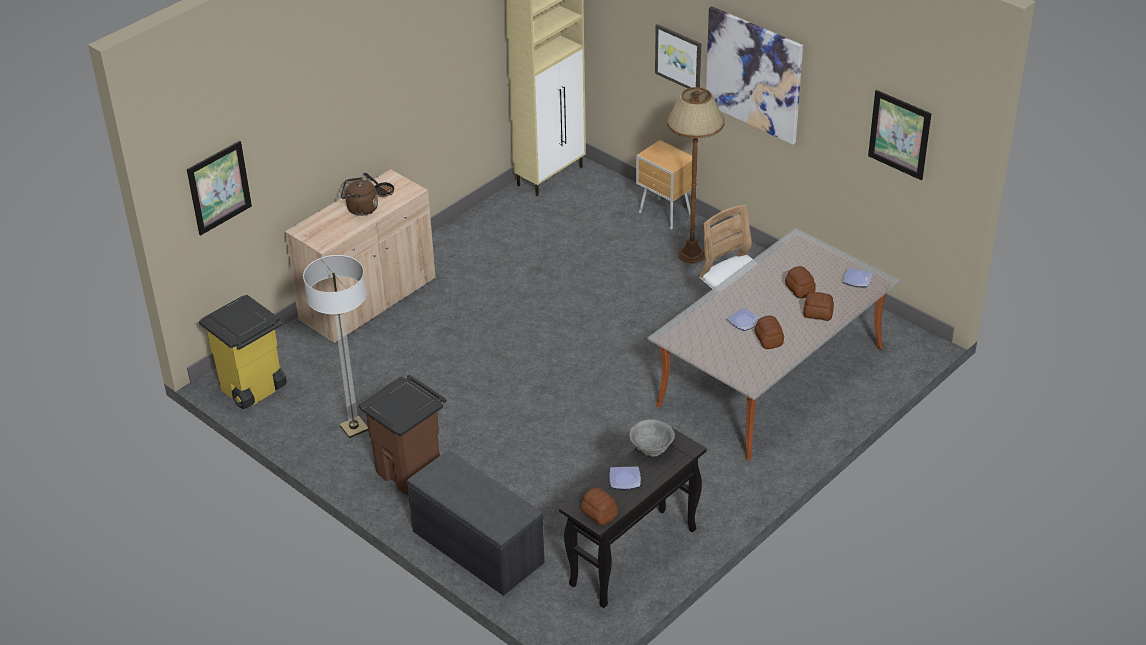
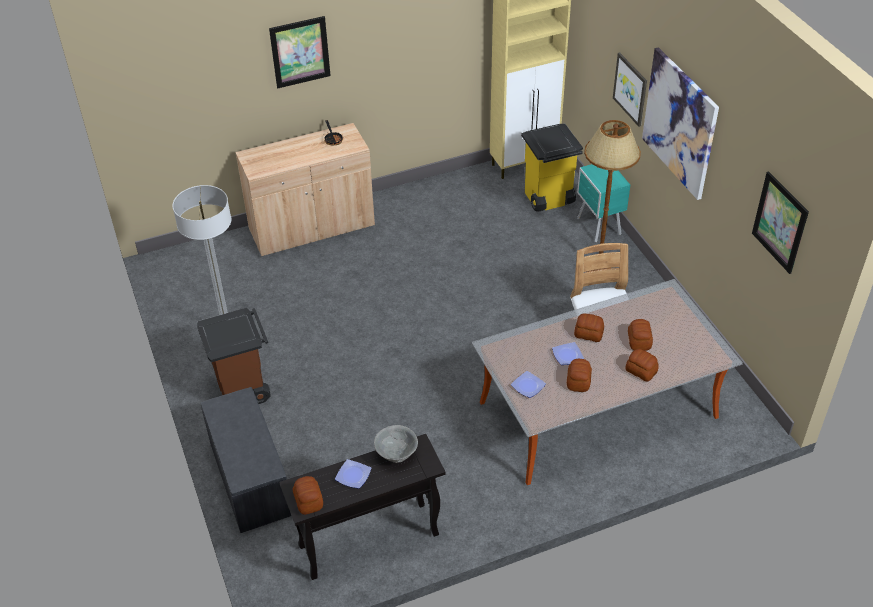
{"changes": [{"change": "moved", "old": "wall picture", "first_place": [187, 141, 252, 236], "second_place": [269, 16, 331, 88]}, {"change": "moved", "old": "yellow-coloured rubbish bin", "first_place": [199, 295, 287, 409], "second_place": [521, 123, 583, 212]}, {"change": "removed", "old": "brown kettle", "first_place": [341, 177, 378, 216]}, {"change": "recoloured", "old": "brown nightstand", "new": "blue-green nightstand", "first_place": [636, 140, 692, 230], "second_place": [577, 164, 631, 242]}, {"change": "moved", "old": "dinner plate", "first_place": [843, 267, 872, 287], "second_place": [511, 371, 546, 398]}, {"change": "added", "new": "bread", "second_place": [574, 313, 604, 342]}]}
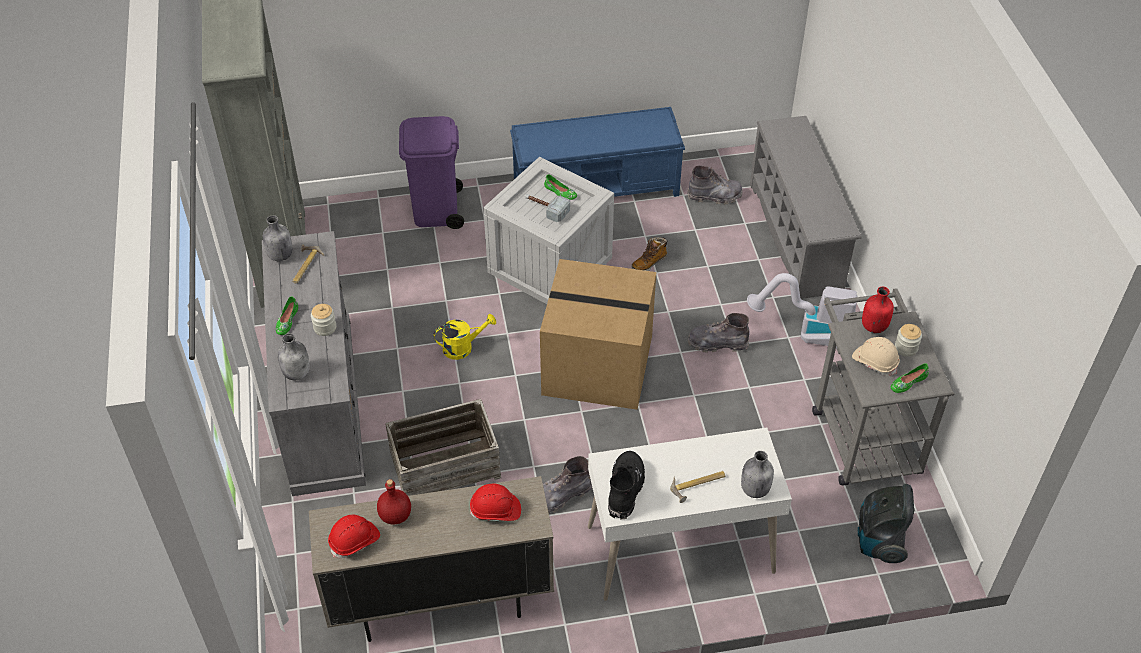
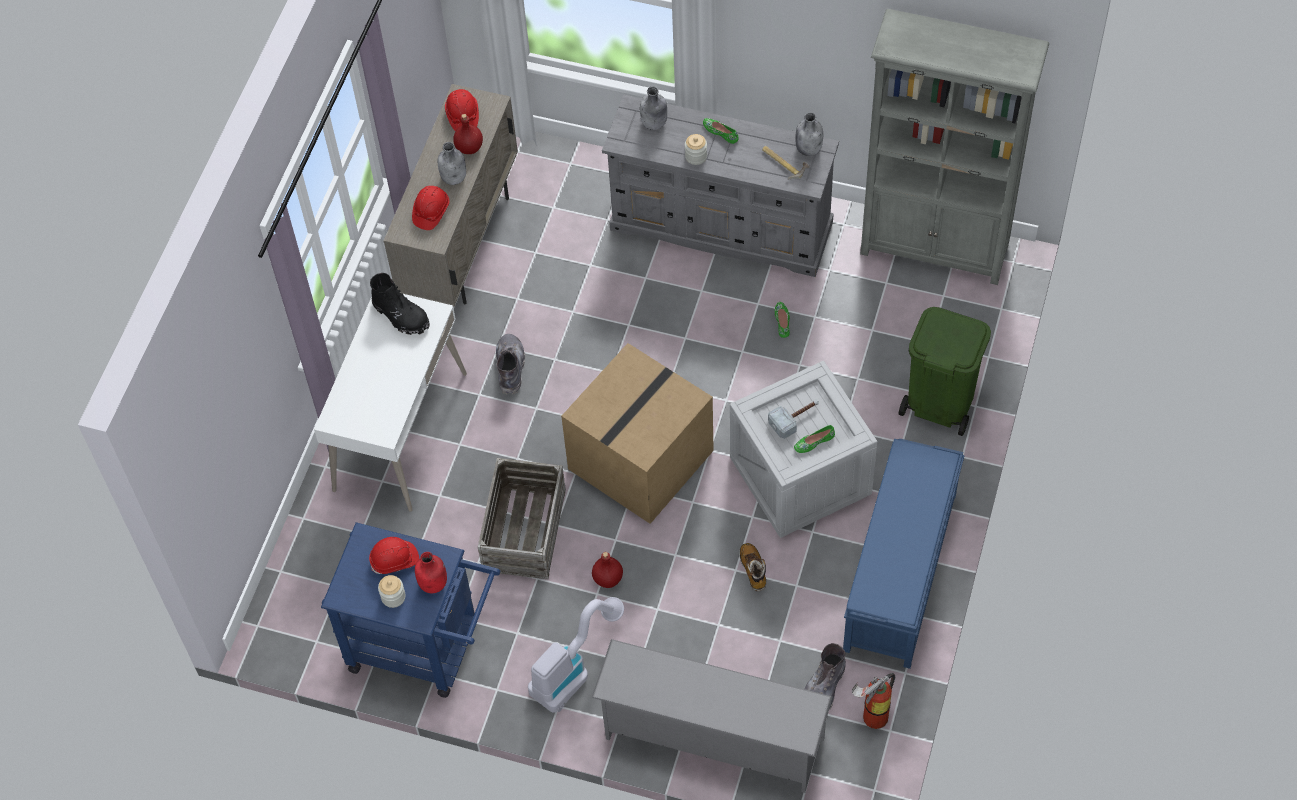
{"changes": [{"change": "moved", "old": "crate", "first_place": [385, 399, 501, 496], "second_place": [478, 458, 566, 579]}, {"change": "recoloured", "old": "purple-coloured rubbish bin", "new": "greenish rubbish bin", "first_place": [399, 116, 464, 229], "second_place": [899, 307, 991, 436]}, {"change": "removed", "old": "yellow-coloured watering can", "first_place": [434, 314, 496, 360]}, {"change": "removed", "old": "hammer", "first_place": [670, 471, 725, 503]}, {"change": "replaced", "old": "gray boot", "new": "red bottle", "first_place": [688, 313, 750, 353], "second_place": [592, 552, 623, 588]}, {"change": "moved", "old": "gray bottle", "first_place": [741, 451, 774, 498], "second_place": [438, 142, 466, 185]}, {"change": "recoloured", "old": "gray wheeled cart", "new": "blue wheeled cart", "first_place": [812, 288, 954, 486], "second_place": [321, 522, 500, 698]}, {"change": "recoloured", "old": "sand-coloured work helmet", "new": "red work helmet", "first_place": [852, 337, 900, 376], "second_place": [369, 537, 419, 574]}, {"change": "removed", "old": "vacuum", "first_place": [858, 484, 914, 563]}, {"change": "moved", "old": "greenish shoe", "first_place": [891, 363, 929, 393], "second_place": [775, 302, 790, 338]}, {"change": "added", "new": "extinguisher", "second_place": [852, 673, 895, 729]}]}
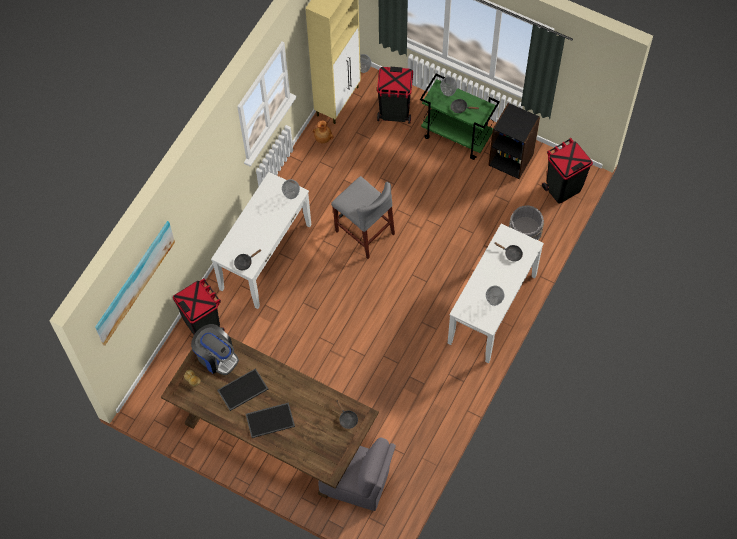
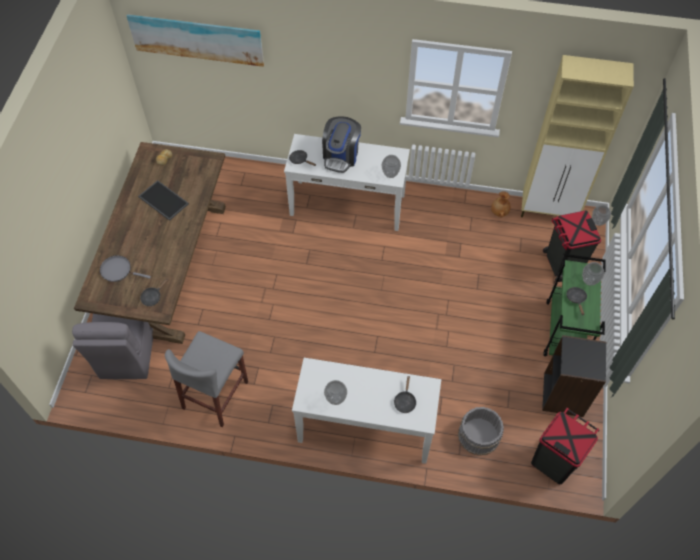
{"changes": [{"change": "removed", "old": "black rubbish bin", "first_place": [173, 278, 225, 335]}, {"change": "moved", "old": "coffee machine", "first_place": [191, 324, 239, 375], "second_place": [322, 116, 361, 173]}, {"change": "removed", "old": "serving tray", "first_place": [246, 403, 295, 438]}, {"change": "moved", "old": "gray stool", "first_place": [331, 176, 395, 259], "second_place": [165, 331, 248, 427]}, {"change": "added", "new": "gray pan", "second_place": [100, 255, 151, 282]}]}
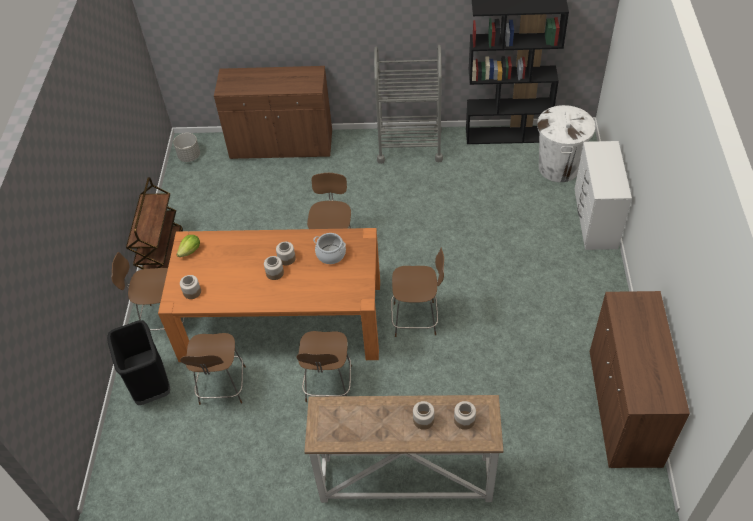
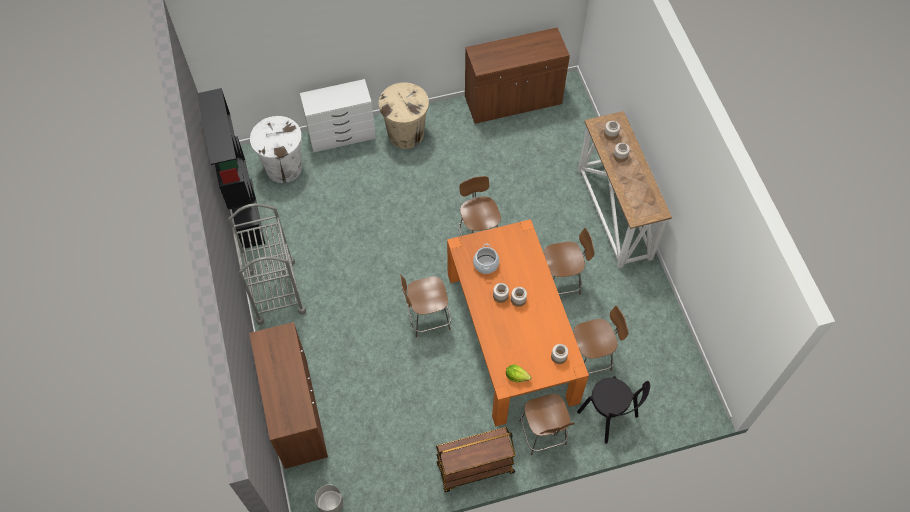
{"changes": [{"change": "replaced", "old": "black rubbish bin", "new": "black chair", "first_place": [107, 320, 170, 405], "second_place": [577, 376, 650, 444]}, {"change": "added", "new": "sand-coloured rubbish bin", "second_place": [379, 82, 429, 149]}]}
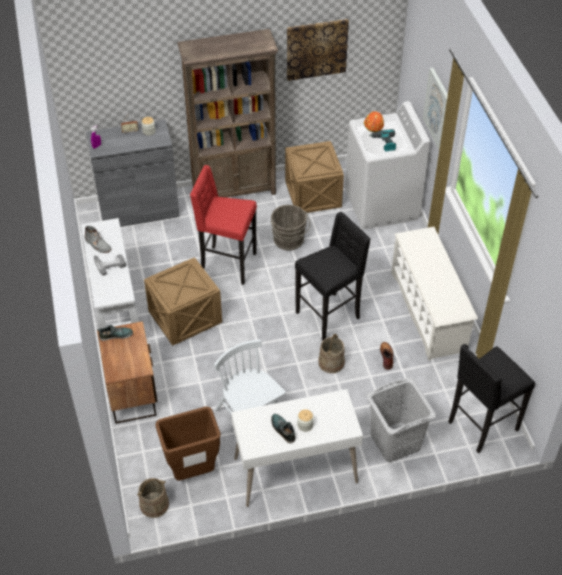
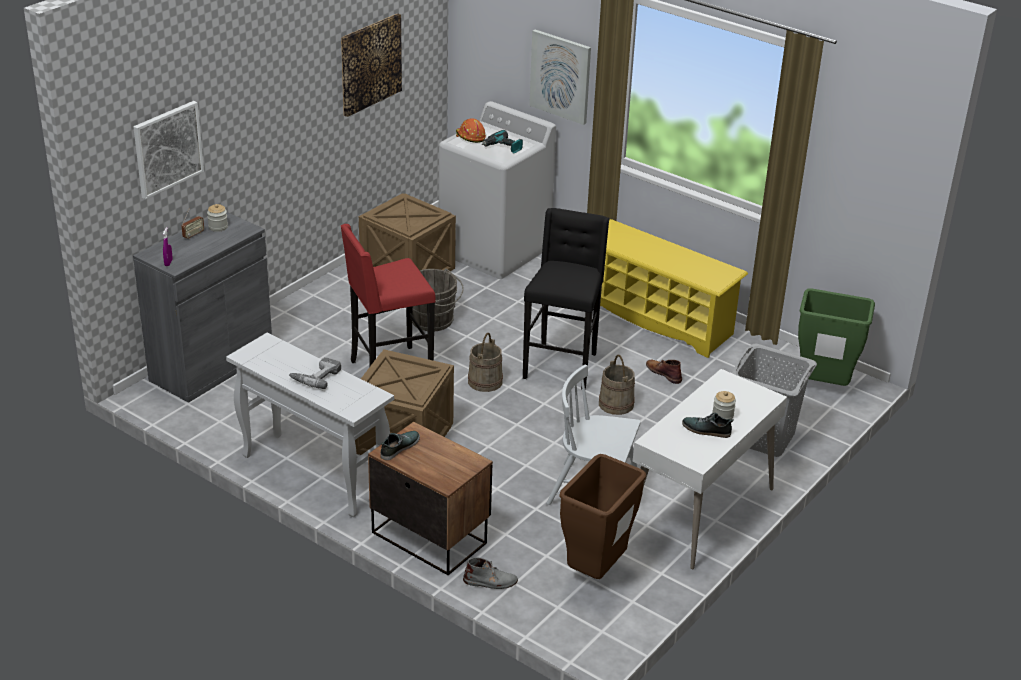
{"changes": [{"change": "moved", "old": "gray boot", "first_place": [84, 226, 111, 253], "second_place": [463, 557, 518, 589]}, {"change": "moved", "old": "sand-coloured pail", "first_place": [137, 478, 169, 518], "second_place": [468, 333, 503, 392]}, {"change": "removed", "old": "brown bookcase", "first_place": [177, 29, 278, 198]}, {"change": "recoloured", "old": "white-coloured shoe rack", "new": "yellow-coloured shoe rack", "first_place": [391, 227, 478, 361], "second_place": [600, 219, 748, 358]}, {"change": "replaced", "old": "black stool", "new": "greenish rubbish bin", "first_place": [448, 344, 535, 453], "second_place": [798, 288, 875, 386]}, {"change": "added", "new": "wall picture", "second_place": [133, 101, 204, 199]}]}
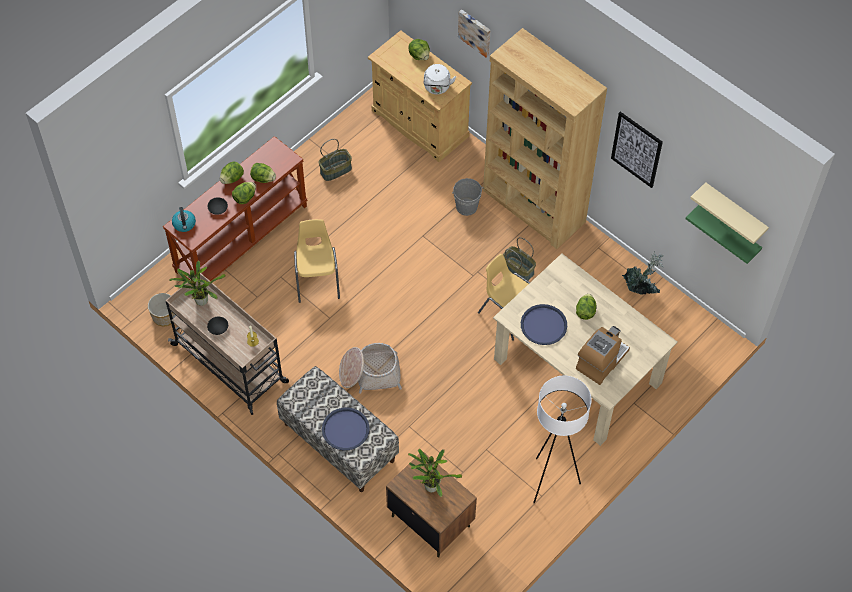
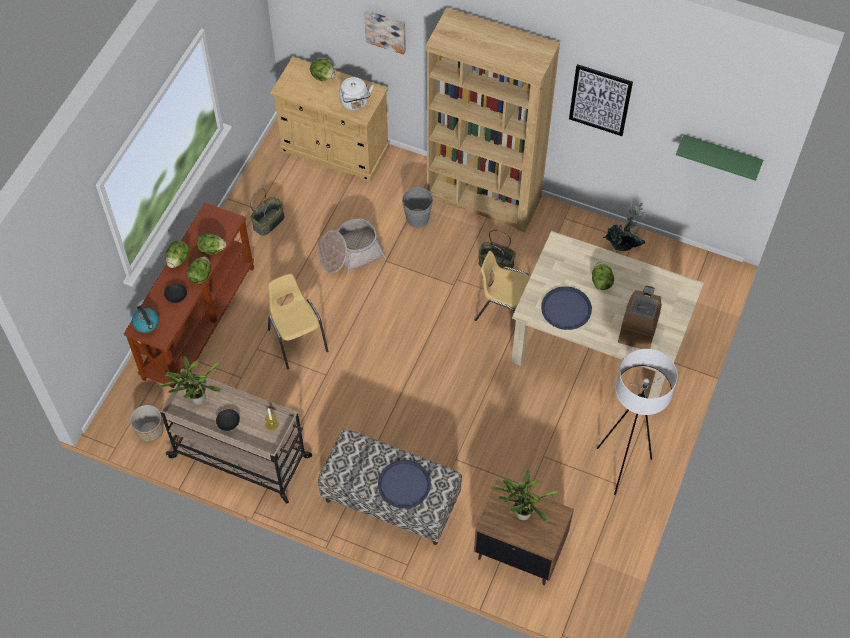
{"changes": [{"change": "moved", "old": "household basket", "first_place": [339, 343, 402, 394], "second_place": [318, 218, 387, 275]}, {"change": "removed", "old": "sand-coloured shelf", "first_place": [690, 182, 769, 244]}]}
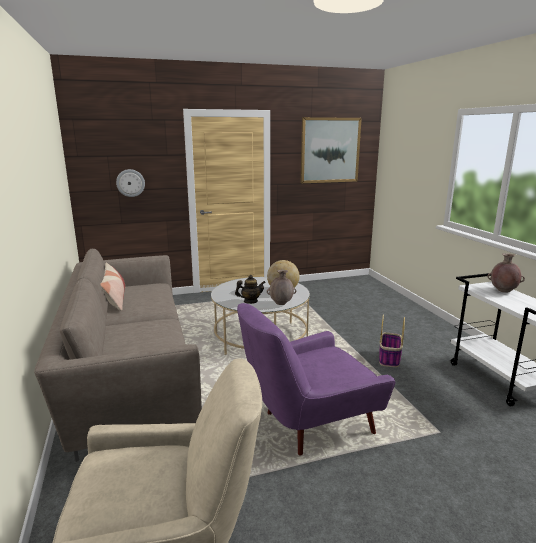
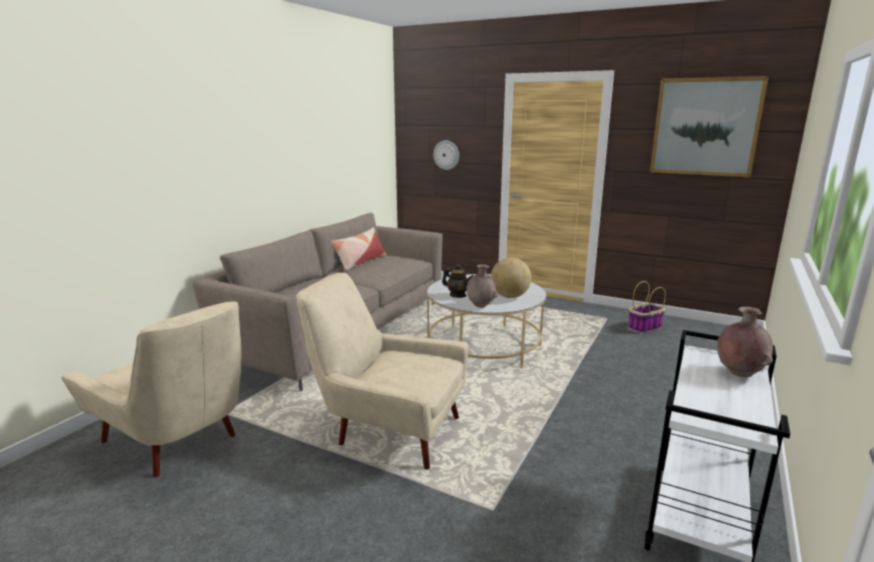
{"changes": [{"change": "recoloured", "old": "purple-coloured easy chair", "new": "sand-coloured easy chair", "first_place": [237, 303, 396, 456], "second_place": [296, 273, 468, 470]}, {"change": "moved", "old": "household basket", "first_place": [379, 315, 405, 367], "second_place": [627, 281, 666, 333]}]}
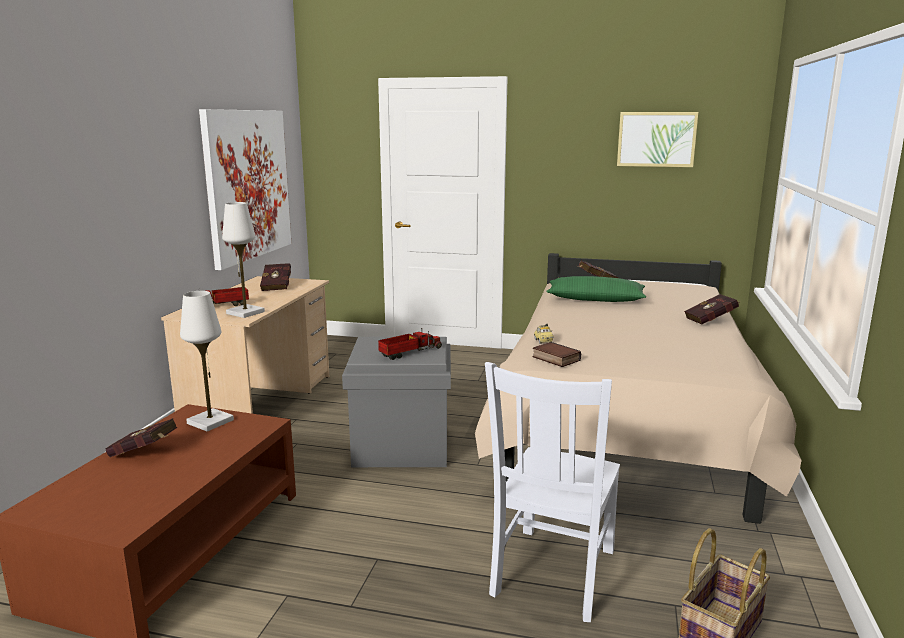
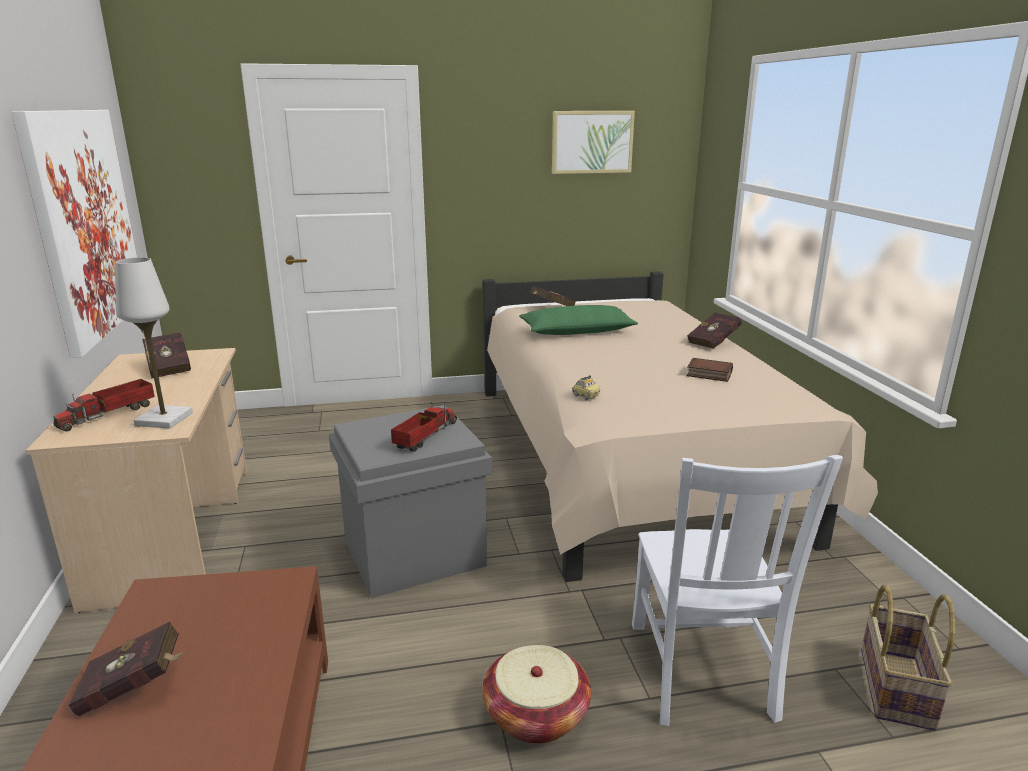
{"changes": [{"change": "removed", "old": "white-coloured tabletop lamp", "first_place": [180, 291, 234, 432]}, {"change": "moved", "old": "book", "first_place": [532, 342, 581, 367], "second_place": [686, 358, 733, 382]}, {"change": "added", "new": "household basket", "second_place": [482, 645, 591, 744]}]}
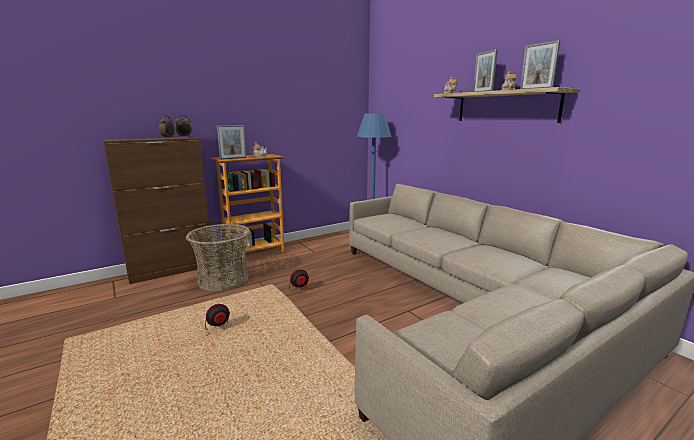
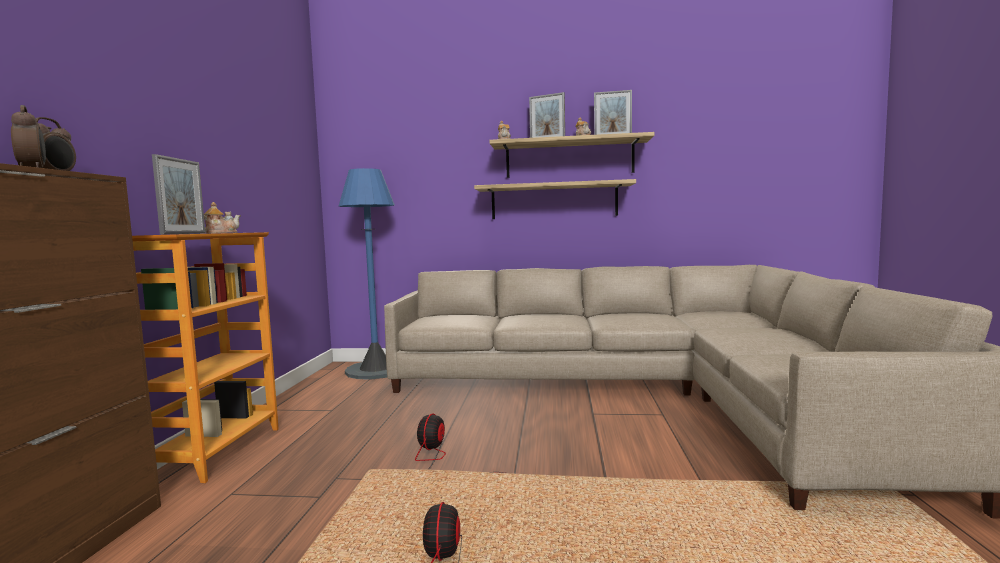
{"changes": [{"change": "removed", "old": "household basket", "first_place": [186, 224, 250, 291]}, {"change": "added", "new": "shelf", "second_place": [474, 179, 636, 219]}]}
